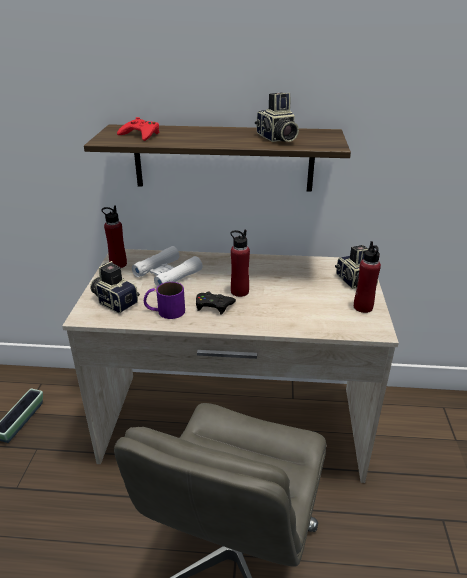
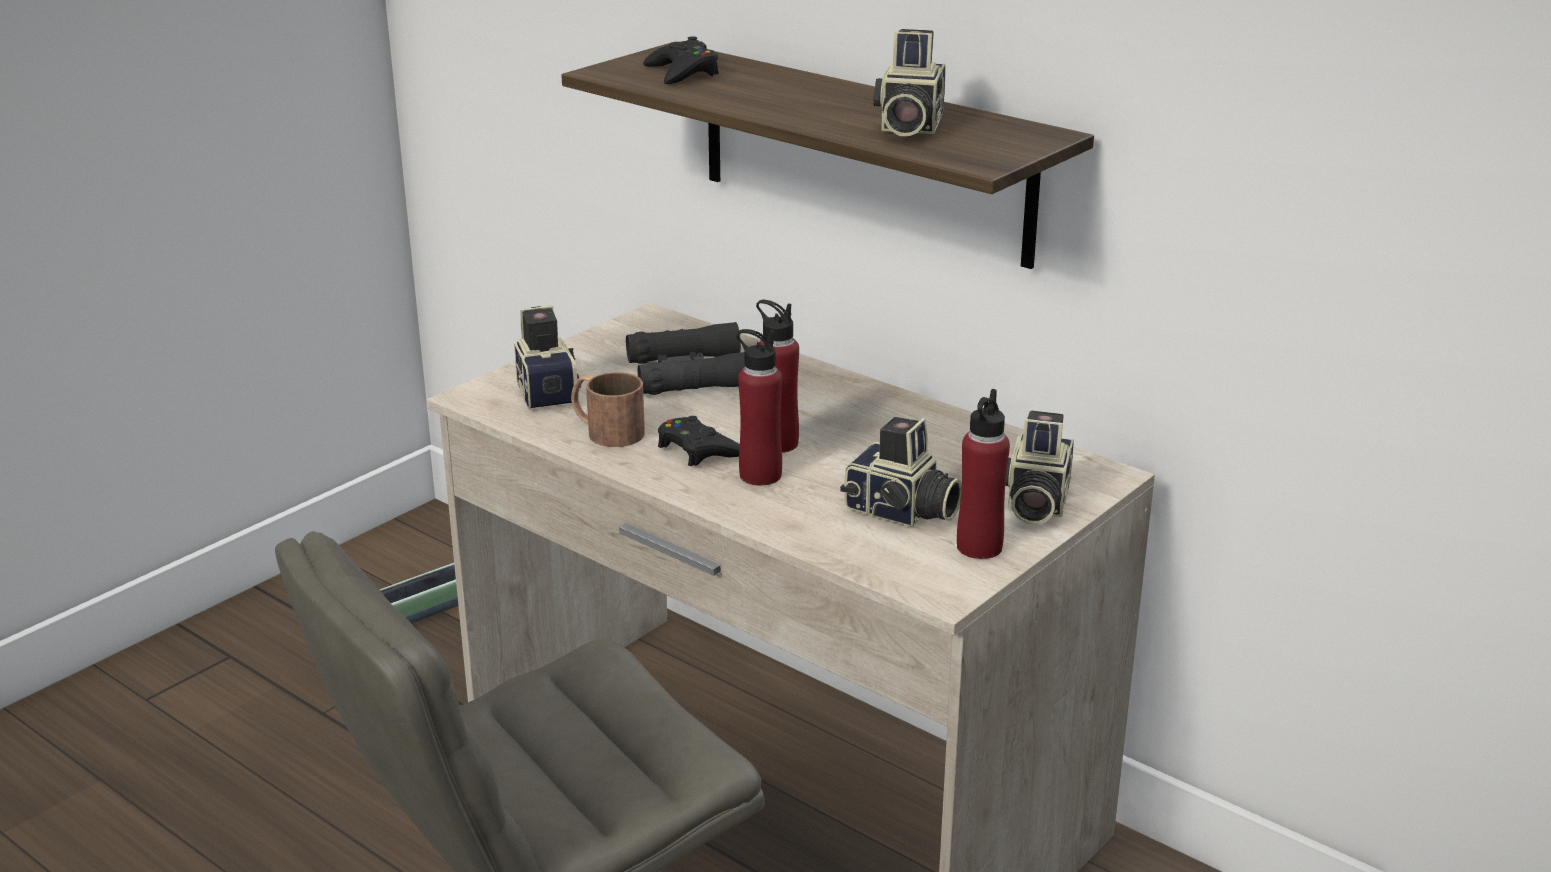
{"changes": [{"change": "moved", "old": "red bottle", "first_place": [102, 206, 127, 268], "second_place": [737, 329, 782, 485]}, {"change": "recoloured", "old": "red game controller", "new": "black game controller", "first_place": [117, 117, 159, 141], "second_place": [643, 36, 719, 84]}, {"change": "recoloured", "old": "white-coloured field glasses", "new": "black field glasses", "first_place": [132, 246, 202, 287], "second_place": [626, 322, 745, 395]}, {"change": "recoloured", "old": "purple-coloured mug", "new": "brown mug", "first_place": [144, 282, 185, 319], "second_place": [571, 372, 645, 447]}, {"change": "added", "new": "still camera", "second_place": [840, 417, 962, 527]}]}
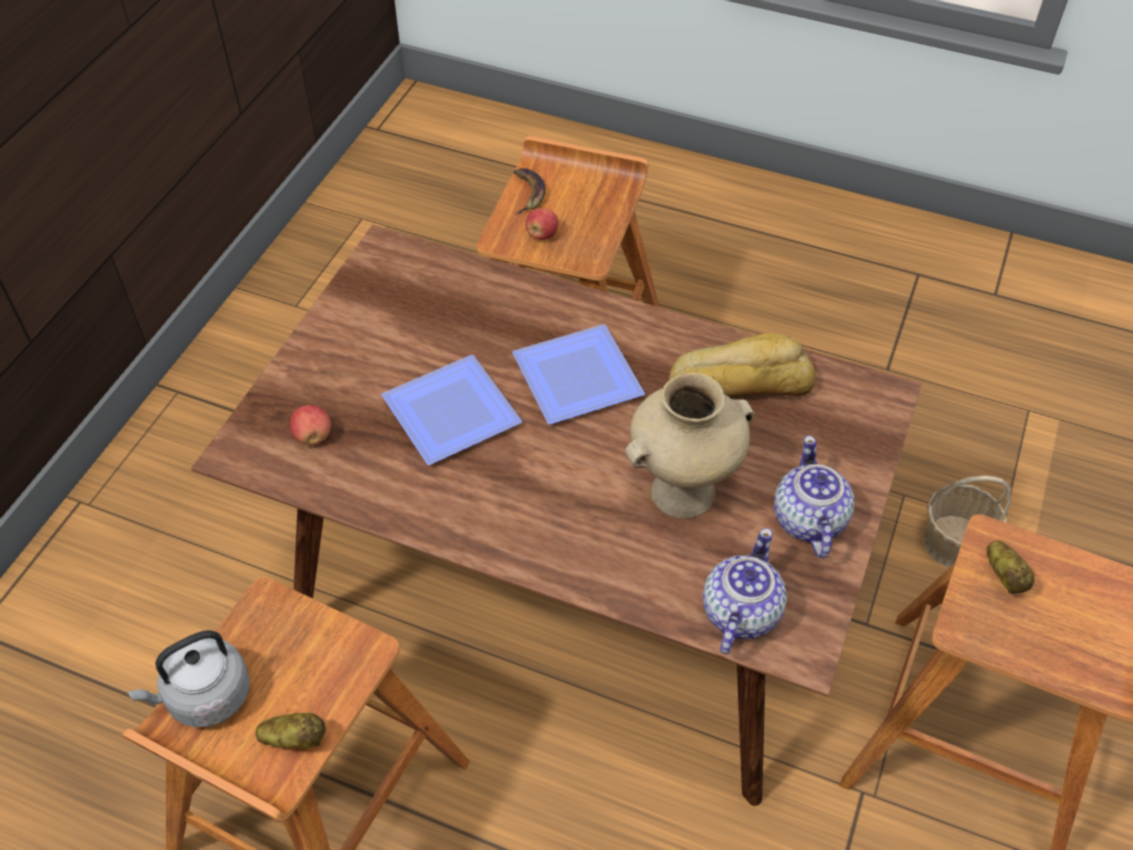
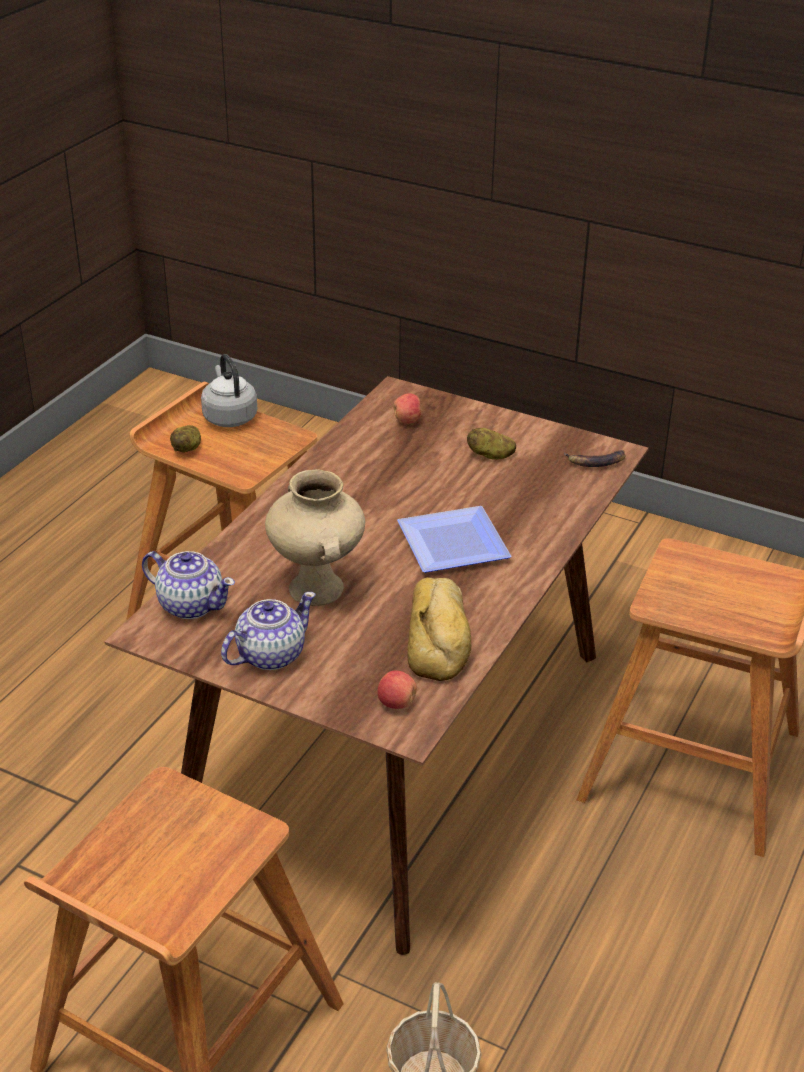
{"changes": [{"change": "removed", "old": "dinner plate", "first_place": [382, 355, 522, 465]}, {"change": "moved", "old": "banana fruit", "first_place": [514, 168, 545, 215], "second_place": [564, 450, 626, 467]}, {"change": "moved", "old": "apple", "first_place": [525, 208, 559, 240], "second_place": [377, 670, 417, 709]}, {"change": "turned", "old": "teapot", "first_place": [774, 436, 854, 558], "second_place": [221, 592, 316, 670], "degrees": -45}, {"change": "moved", "old": "whole potato", "first_place": [987, 541, 1034, 595], "second_place": [467, 428, 516, 460]}]}
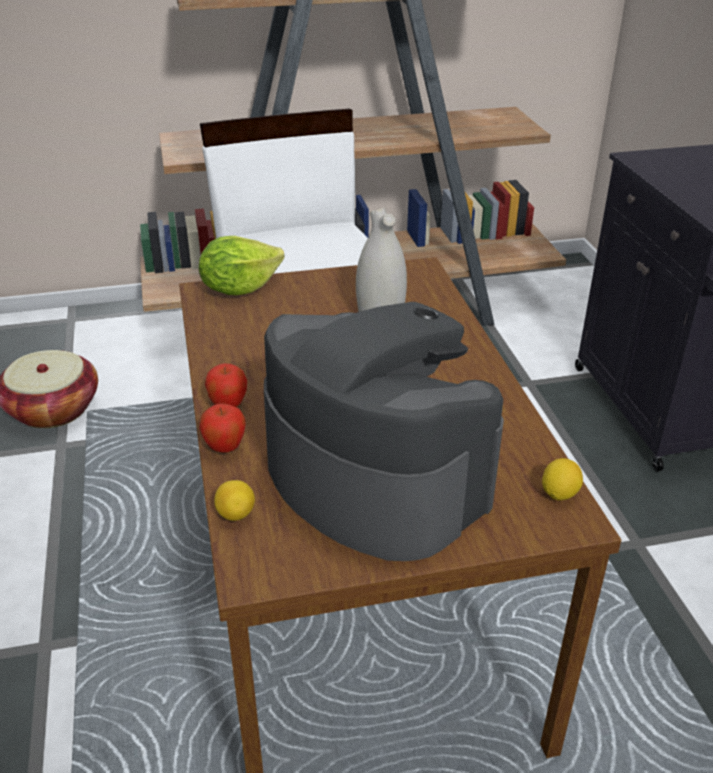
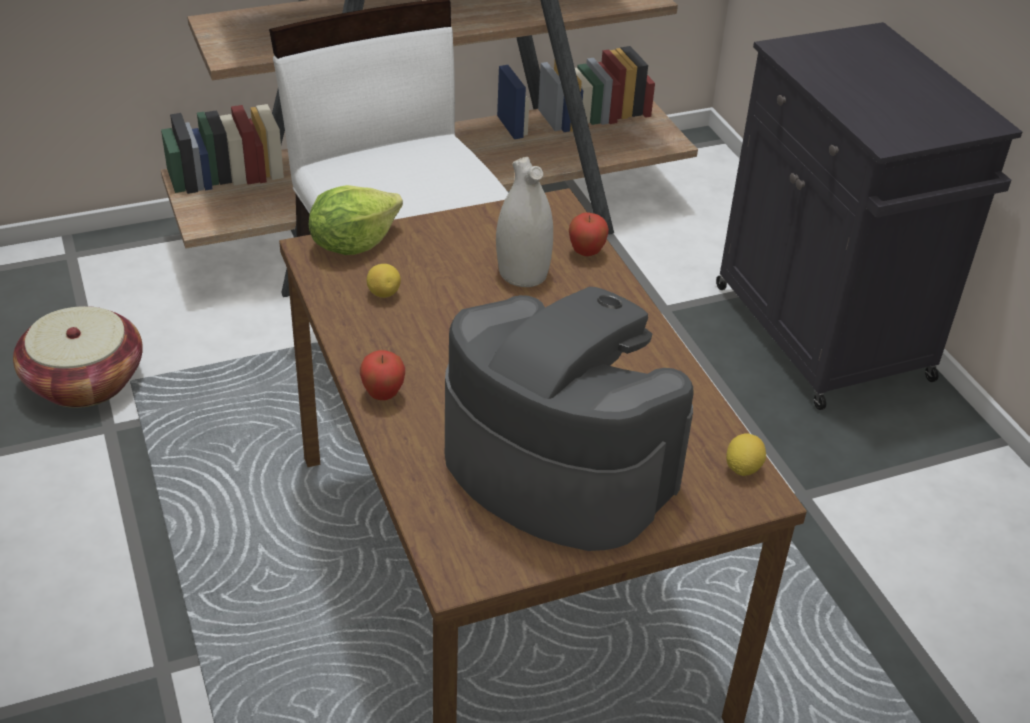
{"changes": [{"change": "moved", "old": "apple", "first_place": [199, 404, 246, 453], "second_place": [569, 212, 609, 256]}, {"change": "moved", "old": "citrus fruit", "first_place": [214, 480, 255, 521], "second_place": [367, 264, 401, 298]}]}
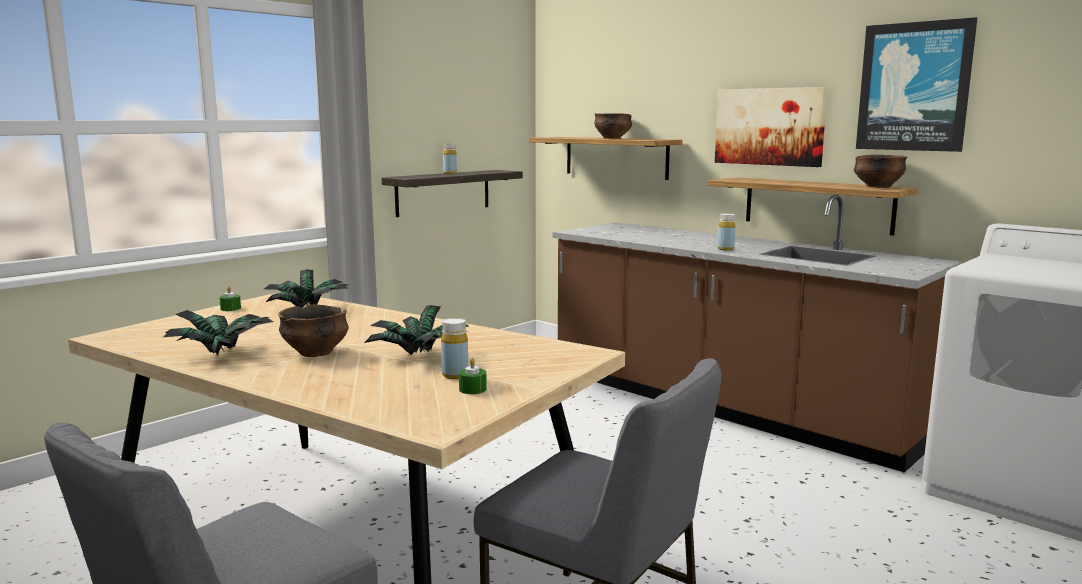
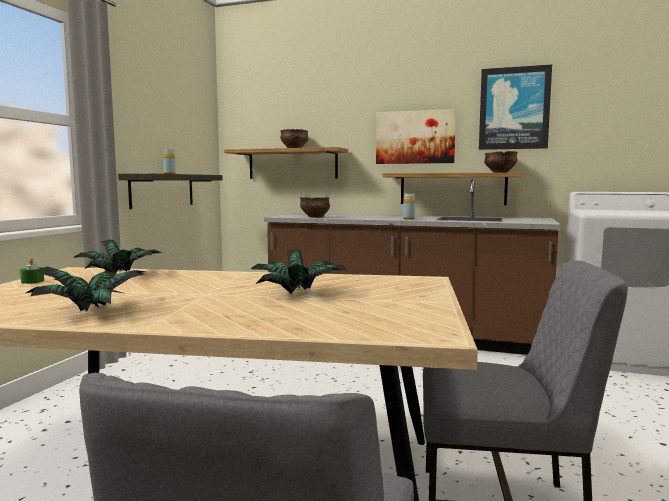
{"changes": [{"change": "moved", "old": "bowl", "first_place": [278, 305, 349, 357], "second_place": [300, 197, 330, 218]}, {"change": "removed", "old": "yellow-coloured bottle", "first_place": [441, 318, 468, 379]}, {"change": "removed", "old": "greenish candle", "first_place": [459, 358, 487, 394]}]}
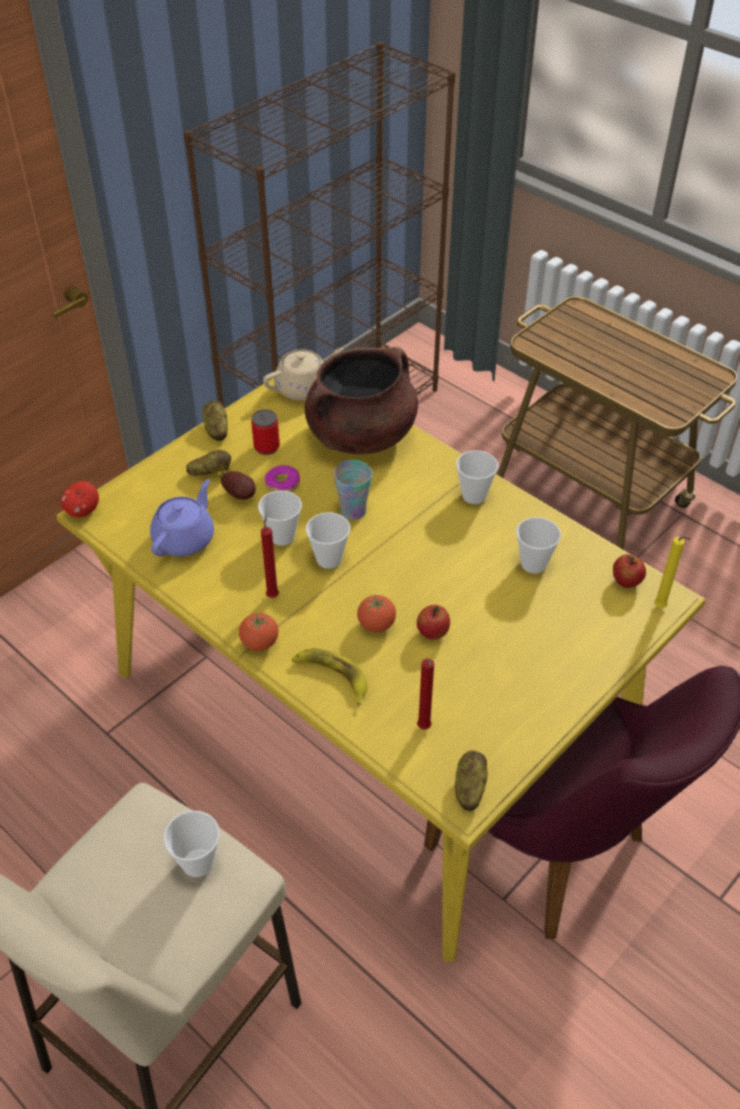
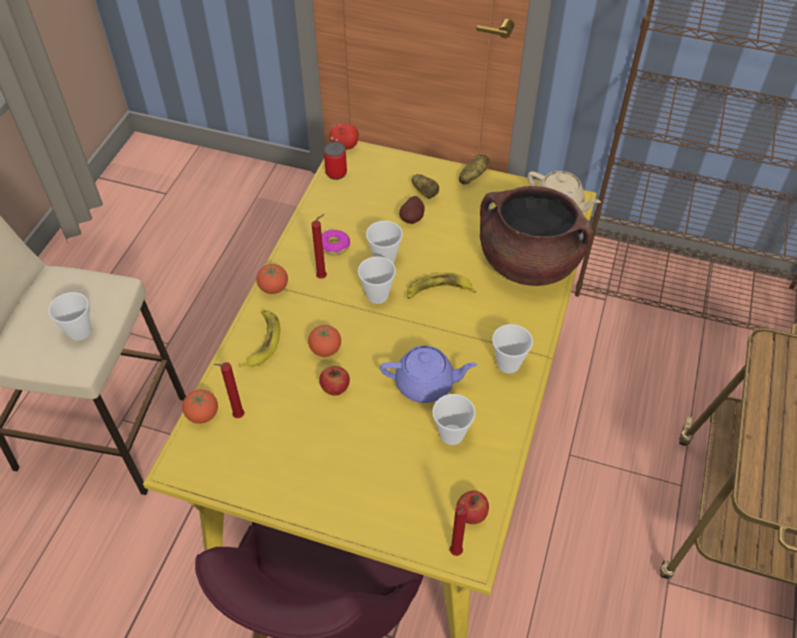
{"changes": [{"change": "moved", "old": "purple-coloured teapot", "first_place": [150, 479, 214, 556], "second_place": [380, 345, 477, 403]}, {"change": "moved", "old": "can", "first_place": [251, 410, 280, 455], "second_place": [324, 142, 347, 180]}, {"change": "moved", "old": "donut", "first_place": [265, 465, 300, 492], "second_place": [322, 230, 350, 256]}, {"change": "replaced", "old": "drinking cup", "new": "banana fruit", "first_place": [334, 460, 372, 520], "second_place": [407, 272, 476, 299]}, {"change": "removed", "old": "whole potato", "first_place": [455, 751, 488, 811]}, {"change": "recoloured", "old": "yellow-coloured candle", "new": "red candle", "first_place": [654, 537, 691, 608], "second_place": [450, 504, 467, 556]}, {"change": "added", "new": "whole tomato", "second_place": [182, 389, 218, 423]}]}
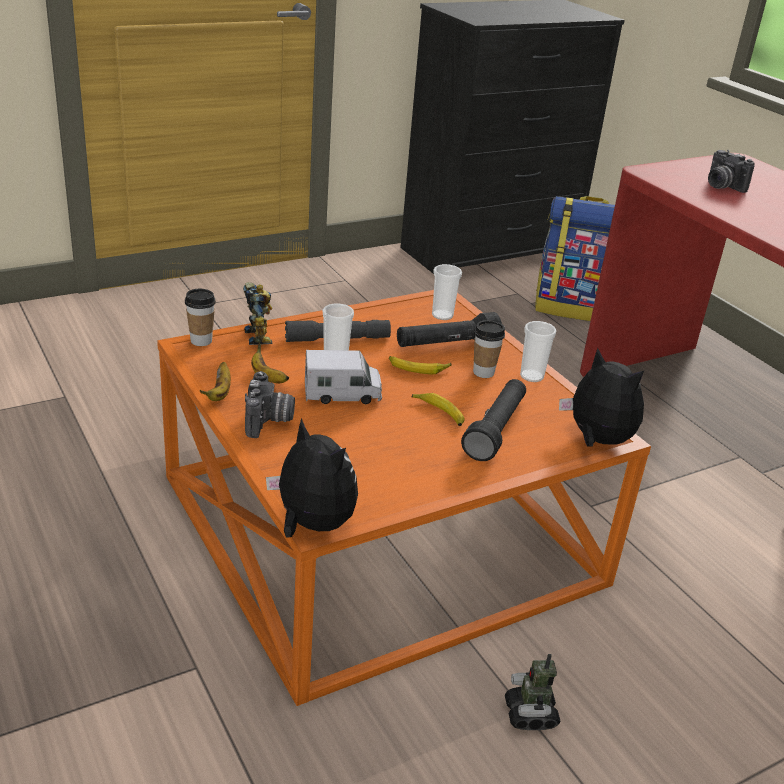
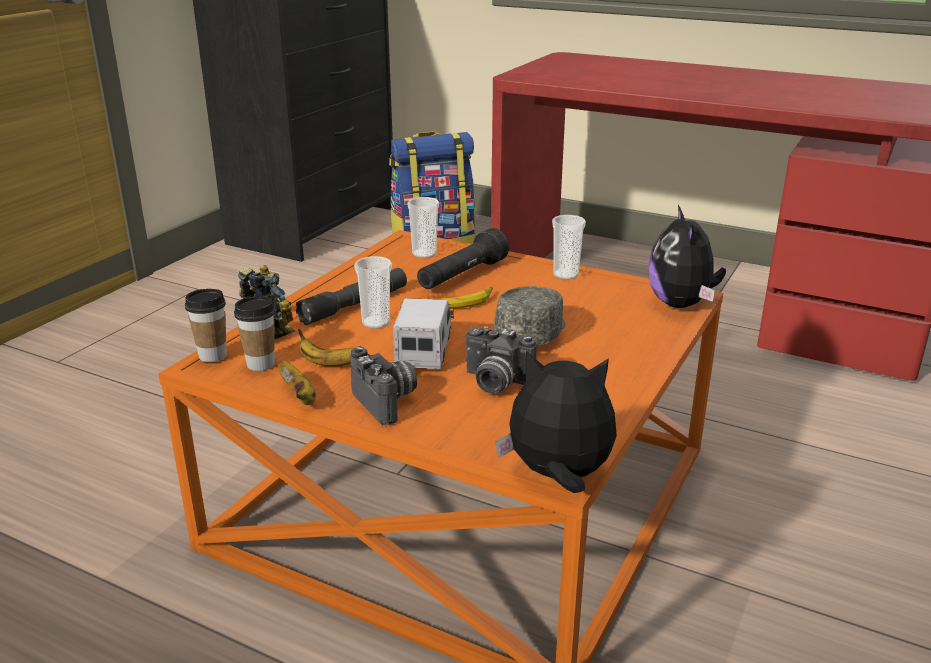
{"changes": [{"change": "turned", "old": "toy truck", "first_place": [305, 350, 382, 404], "second_place": [393, 298, 454, 369], "degrees": -45}, {"change": "replaced", "old": "banana fruit", "new": "gray baseball cap", "first_place": [412, 393, 465, 426], "second_place": [494, 286, 565, 346]}, {"change": "removed", "old": "black flashlight", "first_place": [461, 379, 526, 461]}, {"change": "moved", "old": "drinking cup", "first_place": [473, 320, 505, 378], "second_place": [234, 296, 275, 371]}, {"change": "removed", "old": "toy robot", "first_place": [505, 654, 560, 730]}, {"change": "turned", "old": "plush toy", "first_place": [559, 348, 644, 446], "second_place": [648, 205, 726, 308], "degrees": -105}, {"change": "moved", "old": "still camera", "first_place": [708, 150, 755, 193], "second_place": [466, 326, 536, 394]}]}
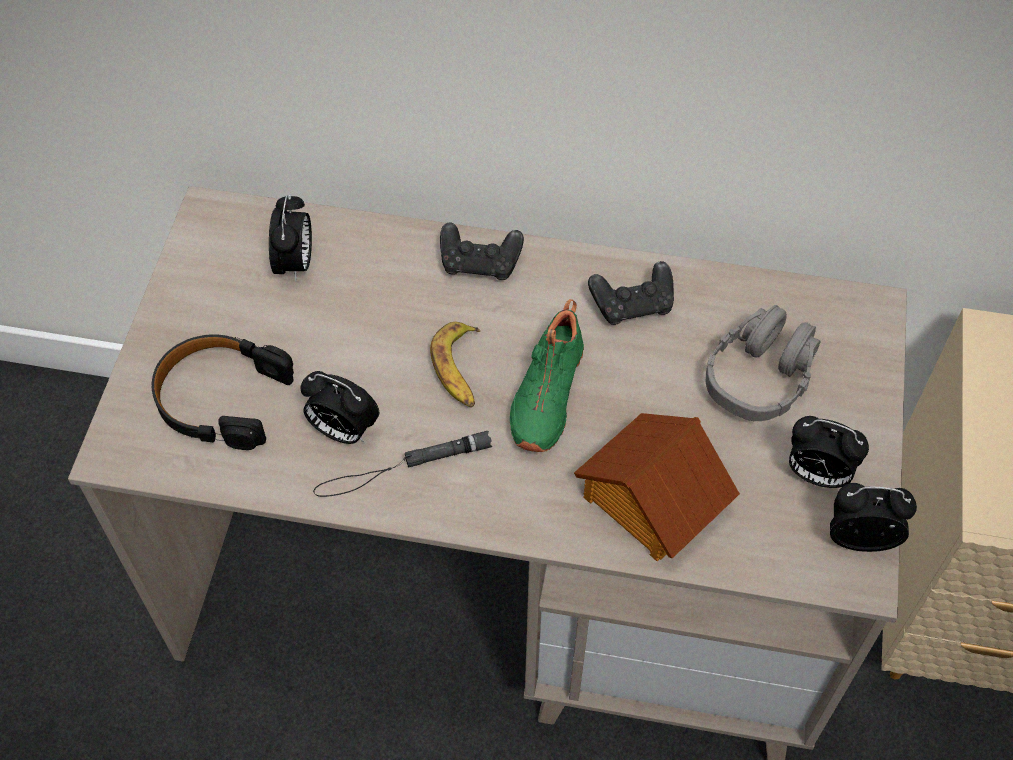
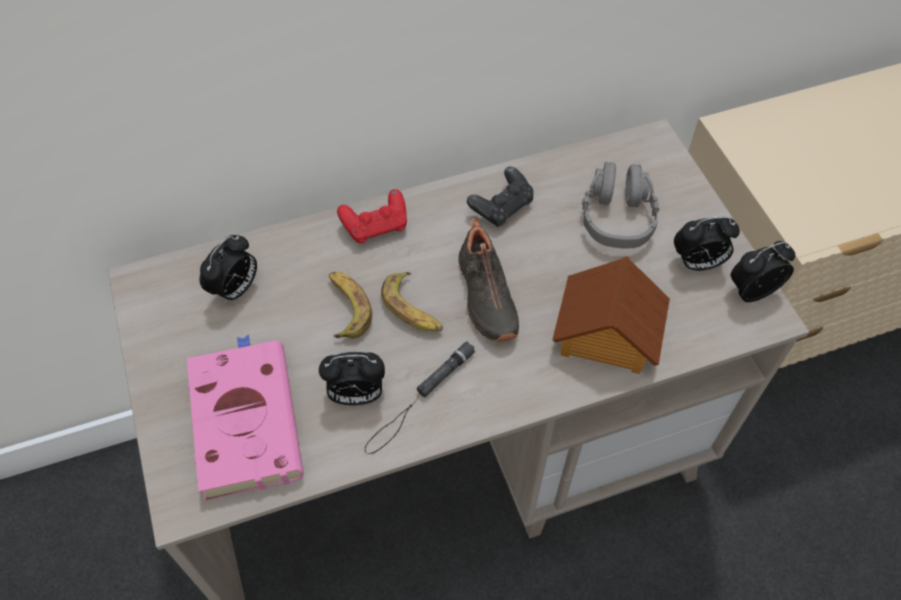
{"changes": [{"change": "replaced", "old": "black headphones", "new": "pink book", "first_place": [152, 335, 294, 450], "second_place": [187, 334, 304, 501]}, {"change": "turned", "old": "table clock", "first_place": [269, 195, 312, 282], "second_place": [200, 235, 257, 304], "degrees": 60}, {"change": "recoloured", "old": "black game controller", "new": "red game controller", "first_place": [440, 223, 524, 280], "second_place": [337, 189, 407, 243]}, {"change": "recoloured", "old": "greenish shoe", "new": "black shoe", "first_place": [510, 299, 584, 452], "second_place": [458, 218, 519, 342]}, {"change": "added", "new": "banana fruit", "second_place": [328, 272, 372, 338]}]}
